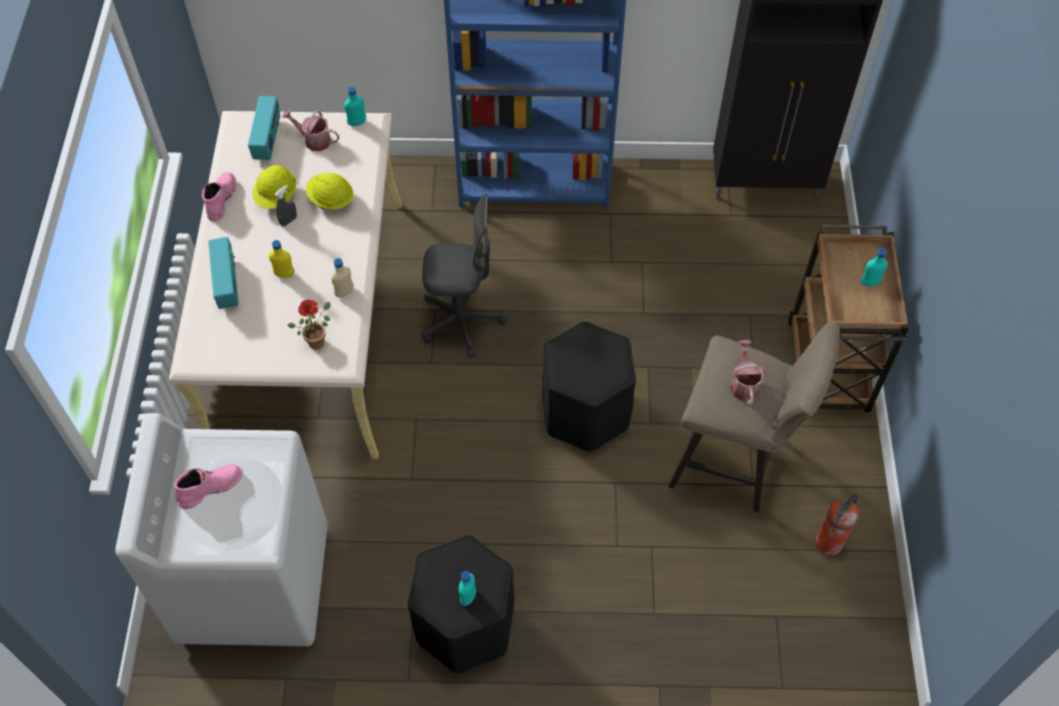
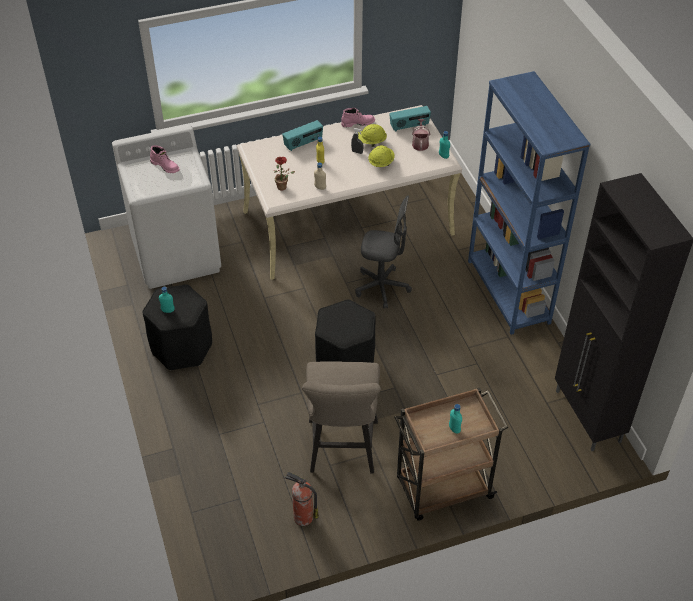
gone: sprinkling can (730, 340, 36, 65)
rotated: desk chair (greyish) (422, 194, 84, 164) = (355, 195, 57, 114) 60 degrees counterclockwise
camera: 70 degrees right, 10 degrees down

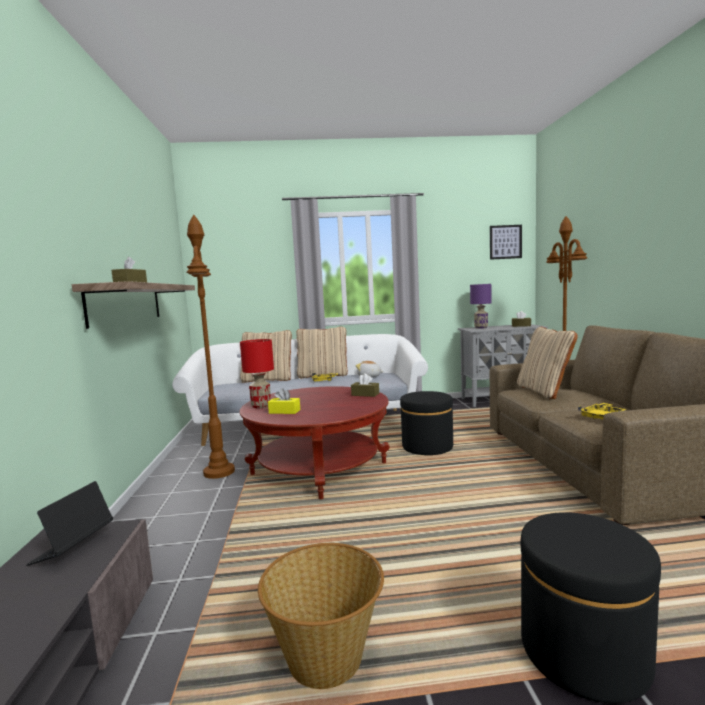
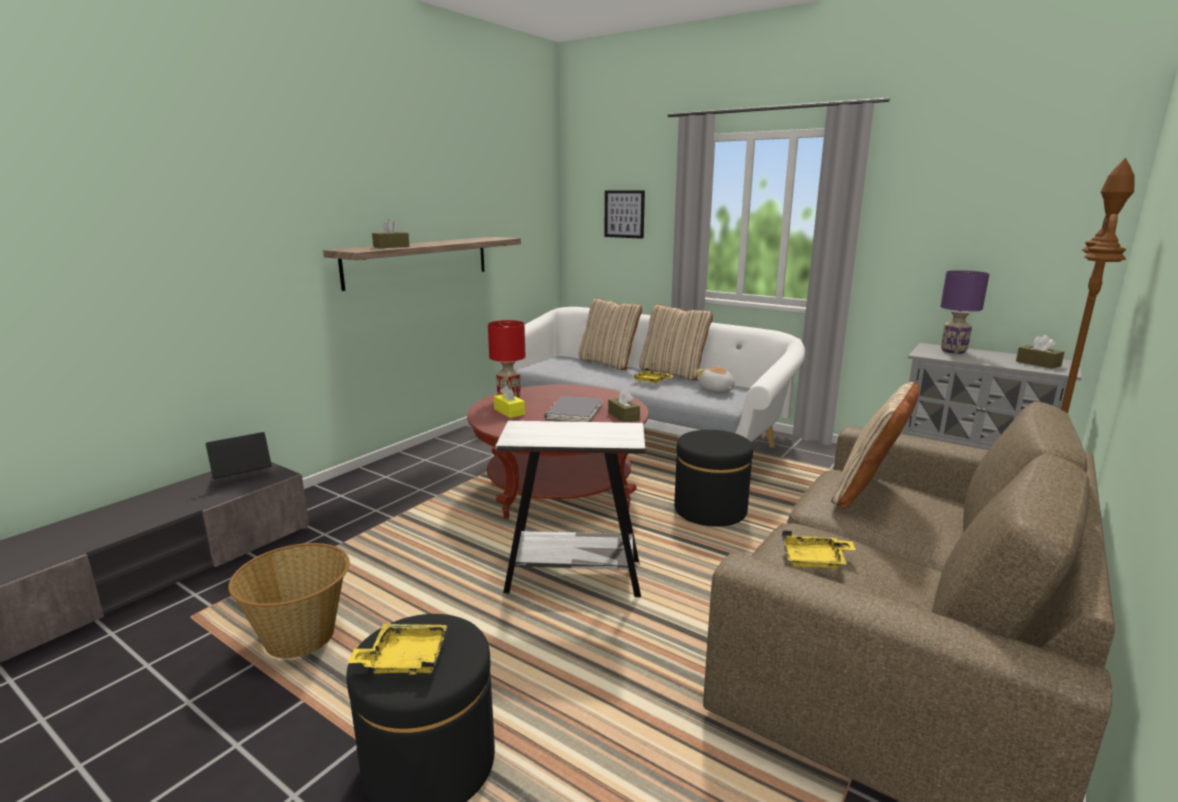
gone: standing lamp (brown-coloured) (187, 214, 48, 265)
new: volume (greyish) (544, 396, 59, 26); side table (white) (496, 421, 149, 176); carrying tray (yellow) (347, 624, 101, 51)
shifted: picture (490, 225, 32, 35) to (604, 190, 41, 49)
camera: 40 degrees right, 10 degrees up

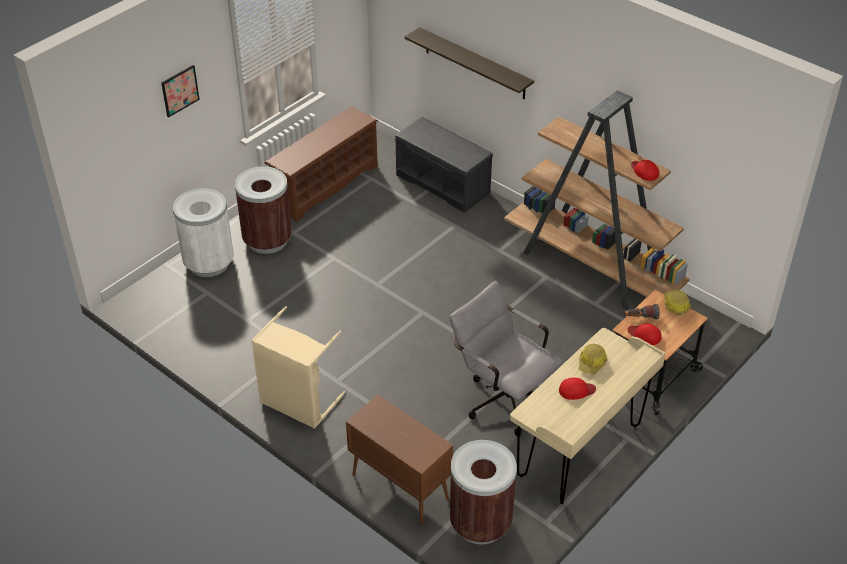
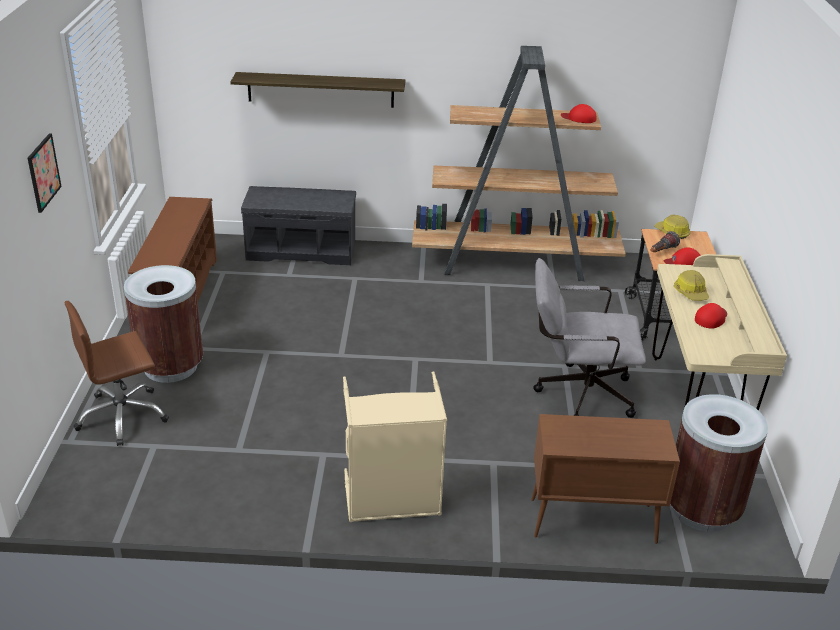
swapped: waste bin (white) (173, 188, 61, 89) to desk chair (brown-coloured) (64, 301, 105, 145)
camera: 40 degrees left, 10 degrees down

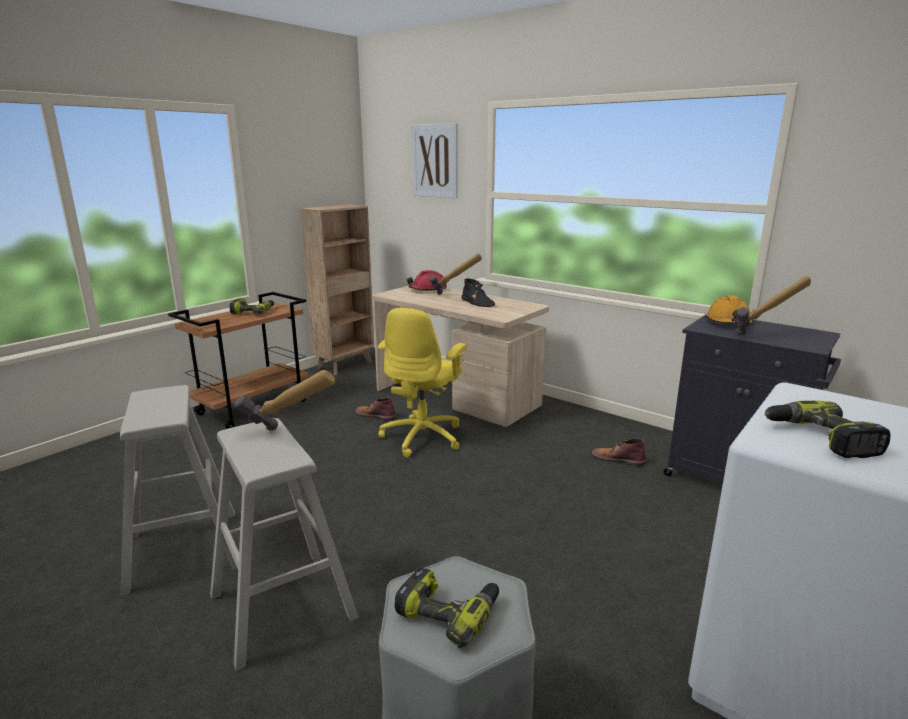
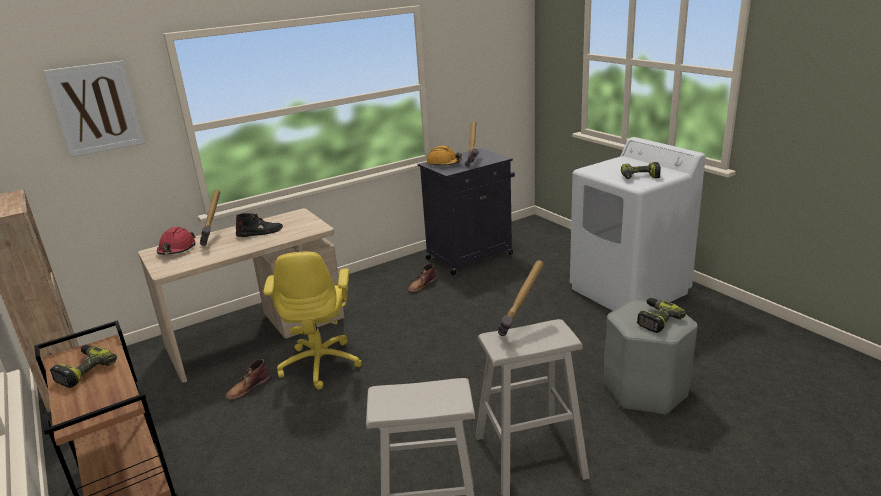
rotated: desk chair (yellow) (378, 308, 89, 149) = (263, 252, 99, 138) 45 degrees clockwise
camera: 70 degrees left, 5 degrees up

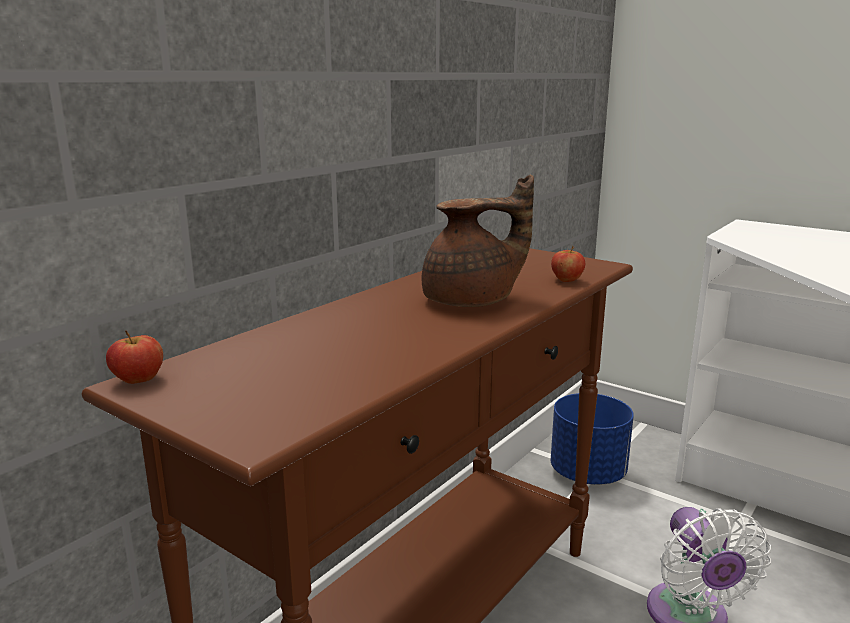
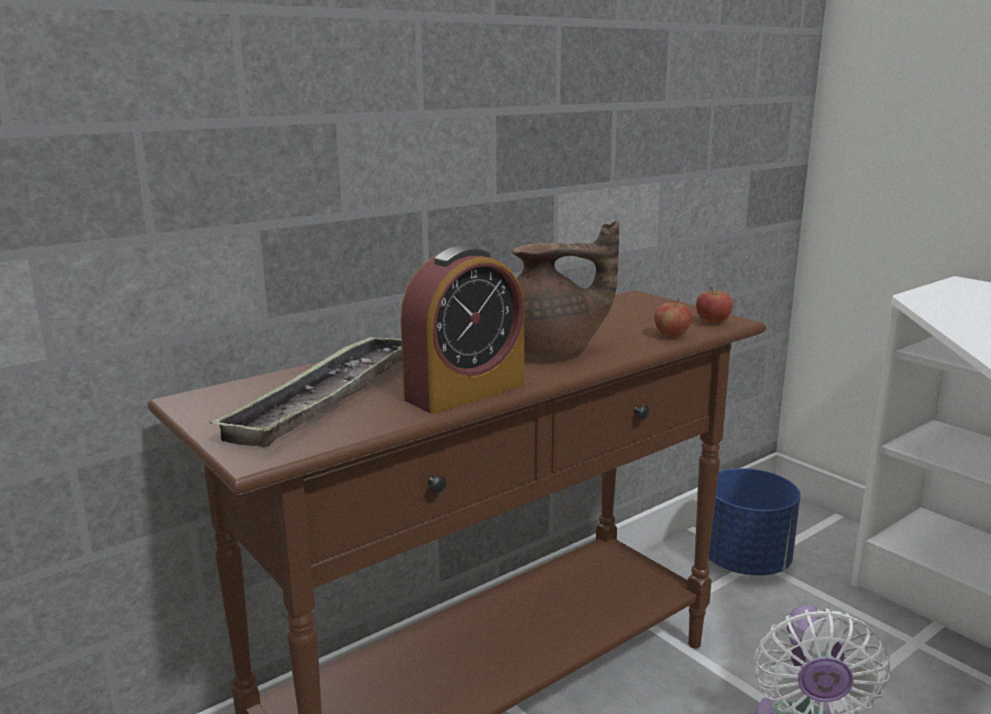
new: bedside clock (401, 245, 123, 169); carrying tray (209, 335, 193, 112)
shifted: apple (106, 331, 57, 53) to (696, 286, 37, 38)
camera: 15 degrees right, 0 degrees up

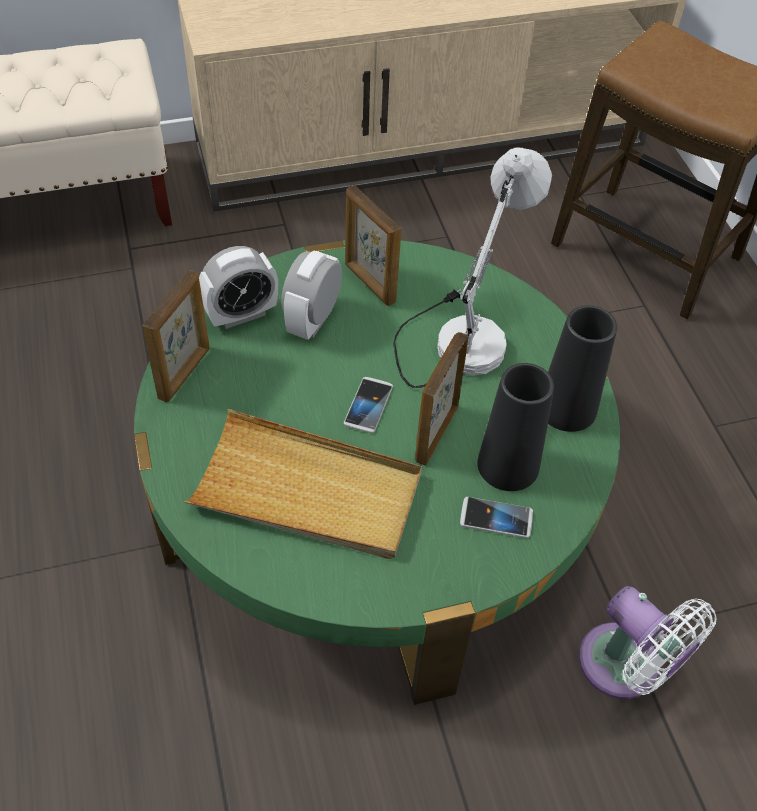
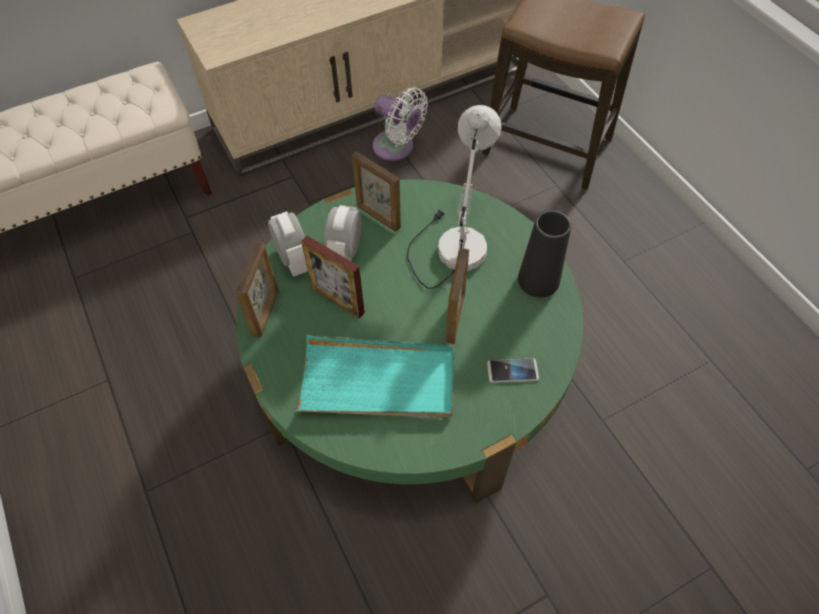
gone: decorative vase (blackish) (477, 363, 77, 128); telephone (344, 377, 49, 56)
new: picture frame (301, 236, 64, 82)
shifted: cooling fan (white) (579, 586, 138, 113) to (373, 87, 55, 74)
repainted: carrying tray (beige-coloured) (184, 409, 238, 150) to carrying tray (turquoise-coloured) (295, 335, 159, 83)
rotated: bedside clock (199, 246, 79, 83) = (268, 211, 40, 66) 75 degrees counterclockwise
camera: 10 degrees left, 5 degrees up

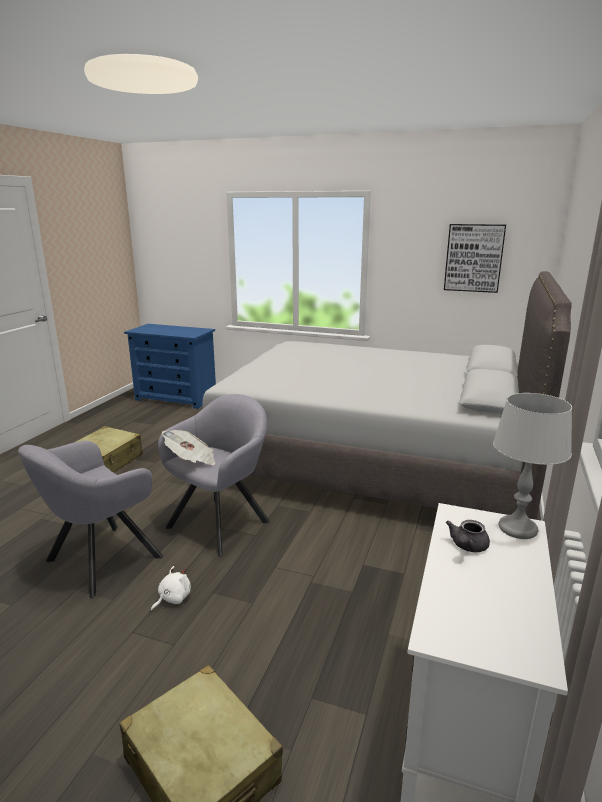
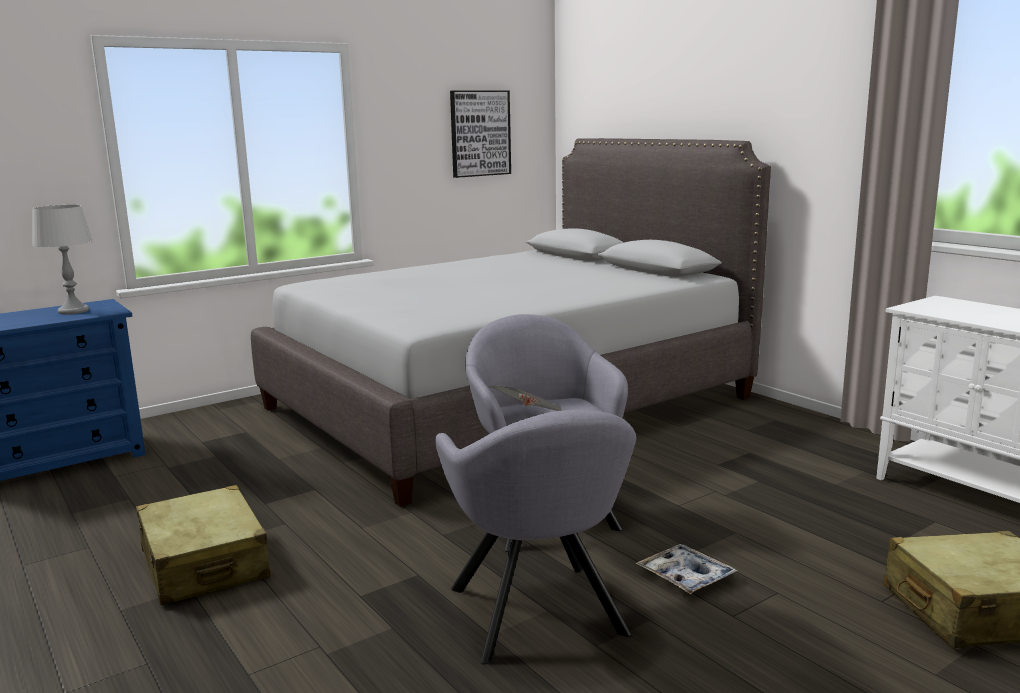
gone: tea pot (greyish) (446, 520, 44, 32)
shifted: tabletop lamp (greyish) (493, 393, 79, 146) to (32, 205, 61, 110)
swapped: plush toy (white) (151, 566, 40, 45) to carrying tray (636, 544, 101, 50)
camera: 55 degrees left, 5 degrees down

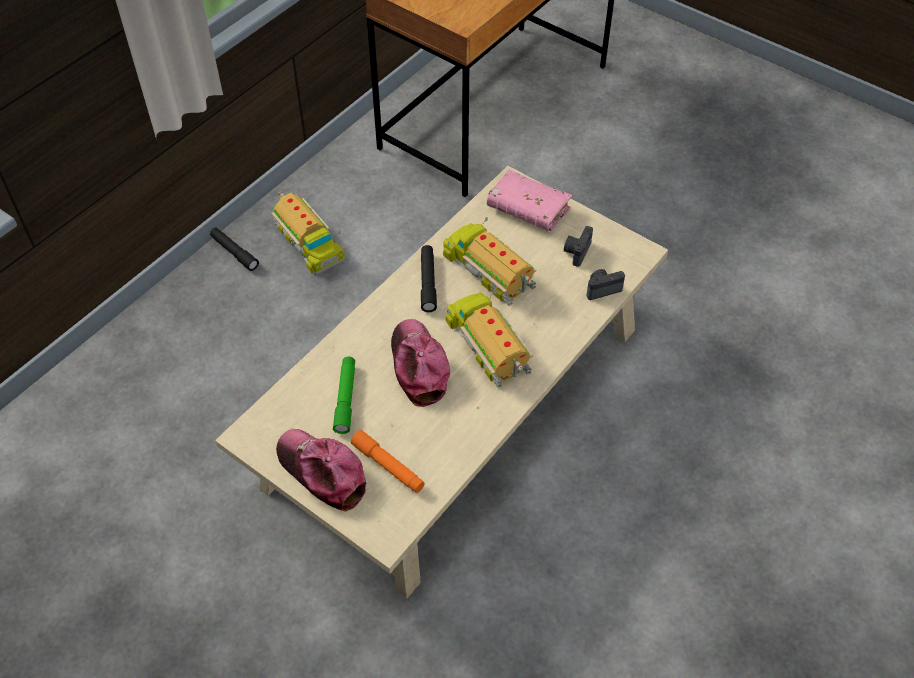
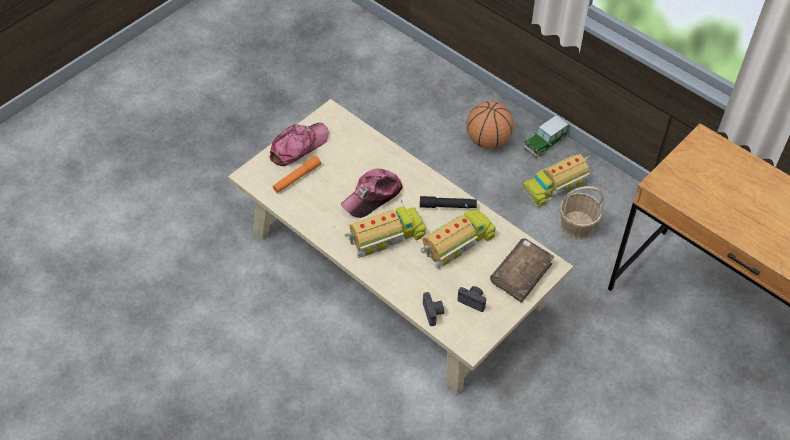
gone: torch (green) (333, 357, 22, 77)
new: ball for basketball (466, 101, 48, 48); basket (560, 186, 44, 54)
swapped: torch (blackish) (210, 227, 49, 44) to miniature car (523, 115, 46, 42)
repainted: volume (pinkish) (487, 170, 85, 61) to volume (brown-coloured) (490, 238, 65, 65)
rotated: baseball cap (391, 319, 59, 88) = (341, 169, 62, 49) 150 degrees clockwise
camera: 95 degrees right, 0 degrees up

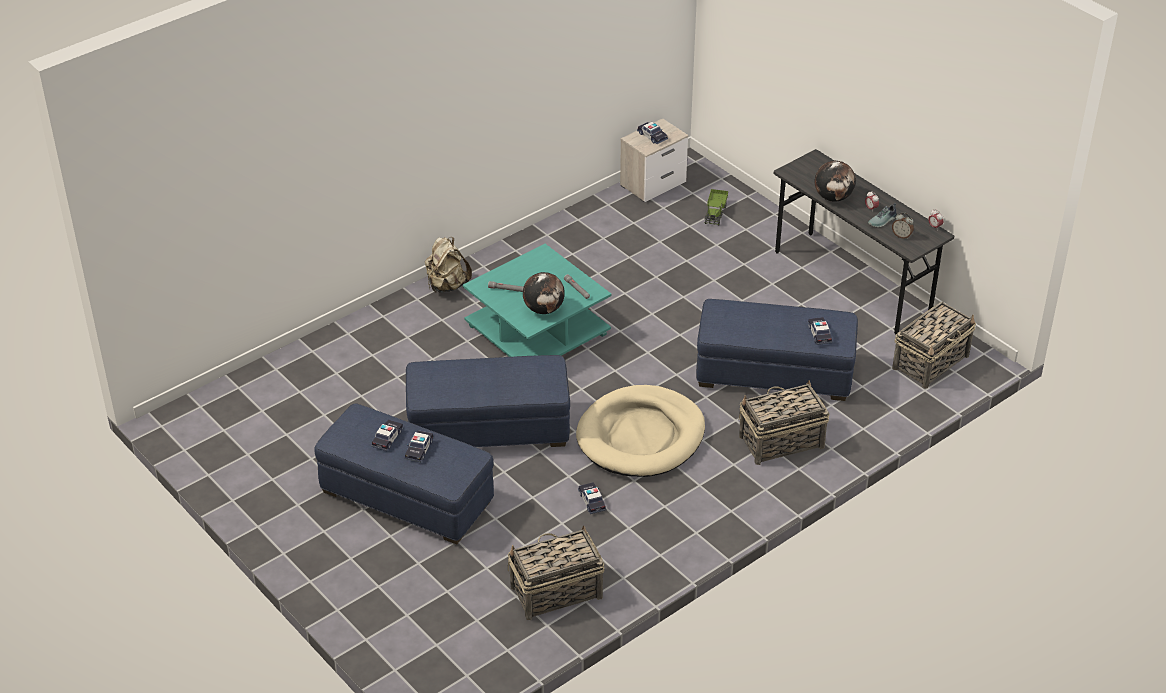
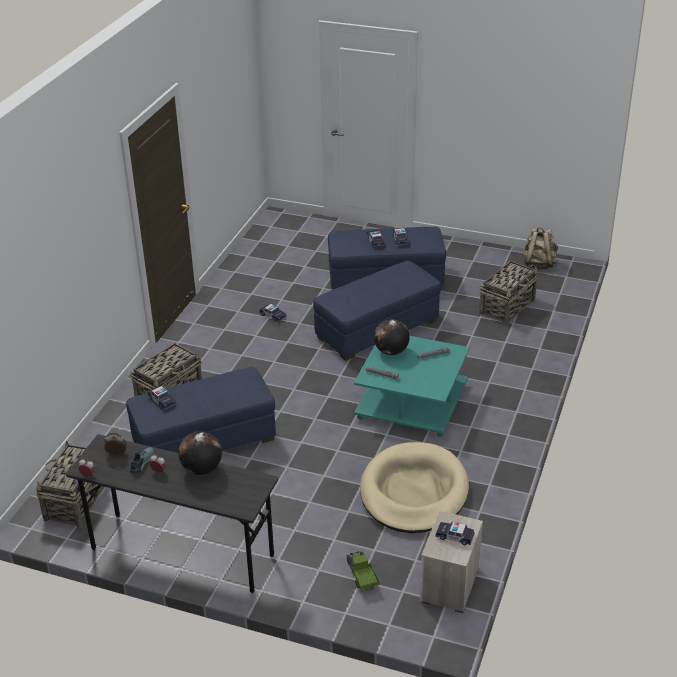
shifted: knapsack (beige-coloured) (425, 237, 47, 56) to (523, 227, 35, 42); pet bed (beige-coloured) (576, 385, 129, 92) to (360, 442, 109, 91); basket (508, 525, 97, 95) to (479, 261, 59, 64)
camera: 150 degrees right, 5 degrees down

